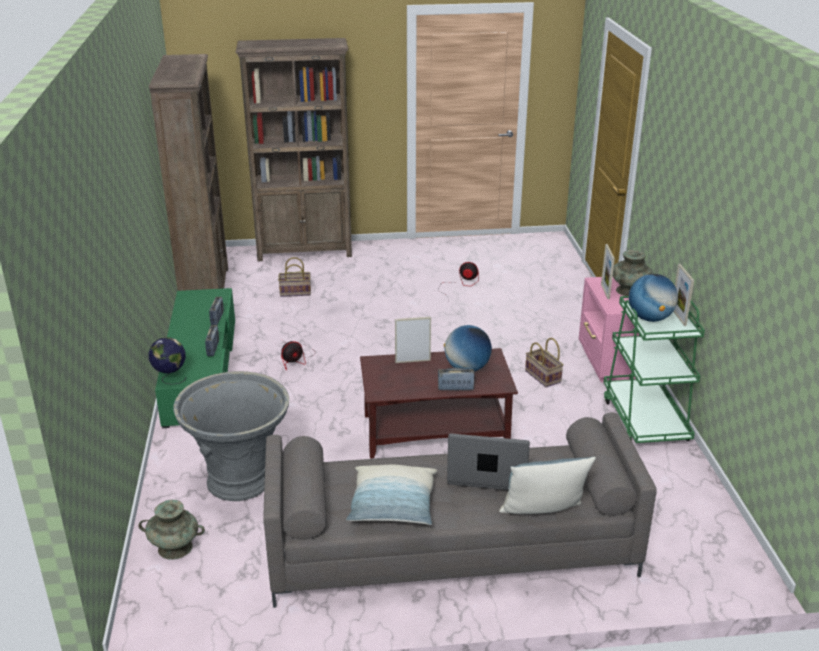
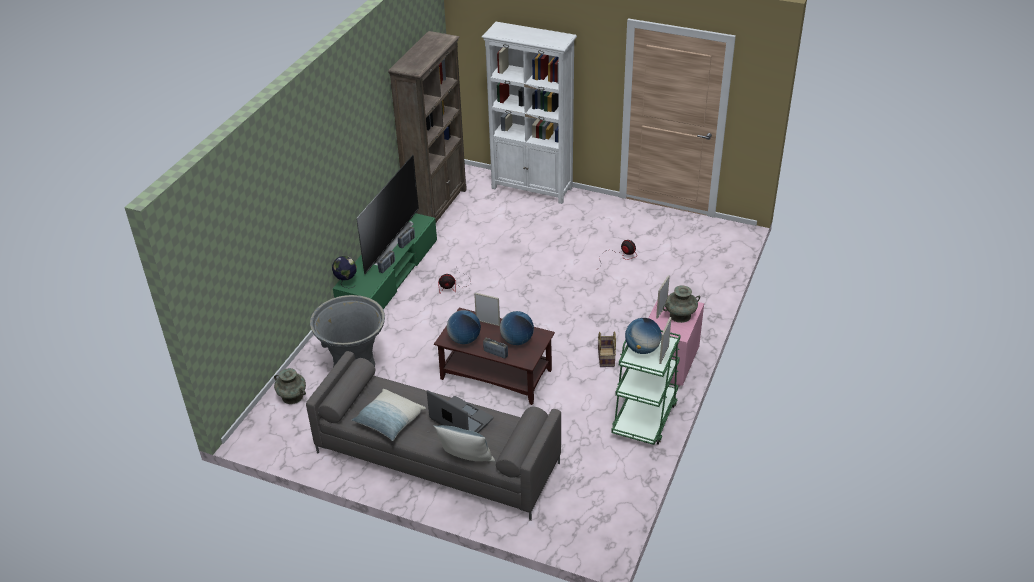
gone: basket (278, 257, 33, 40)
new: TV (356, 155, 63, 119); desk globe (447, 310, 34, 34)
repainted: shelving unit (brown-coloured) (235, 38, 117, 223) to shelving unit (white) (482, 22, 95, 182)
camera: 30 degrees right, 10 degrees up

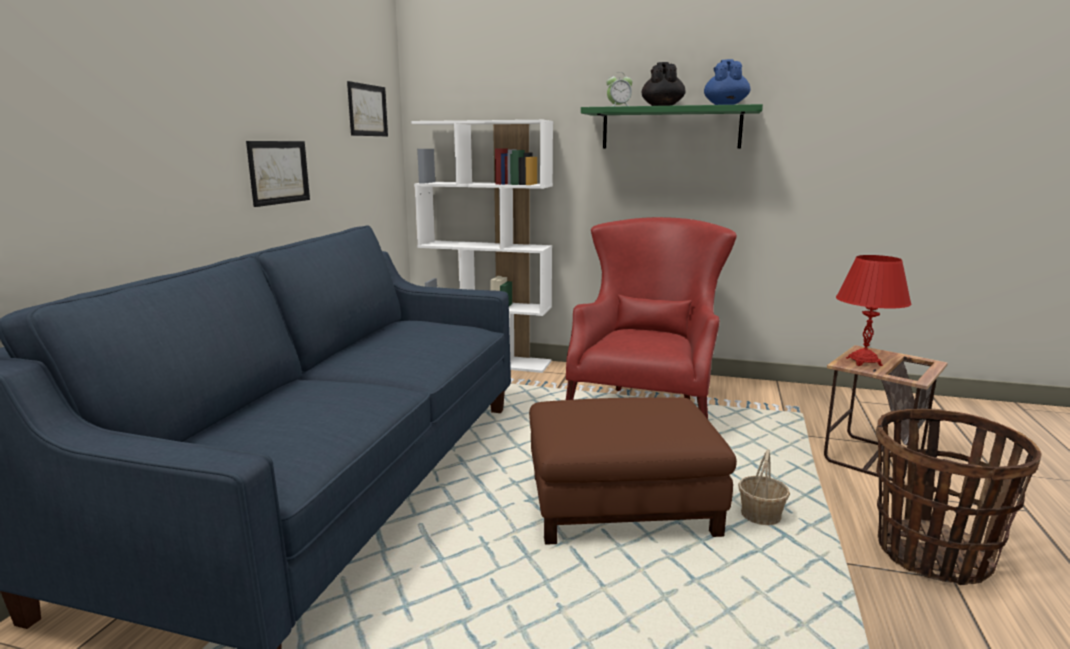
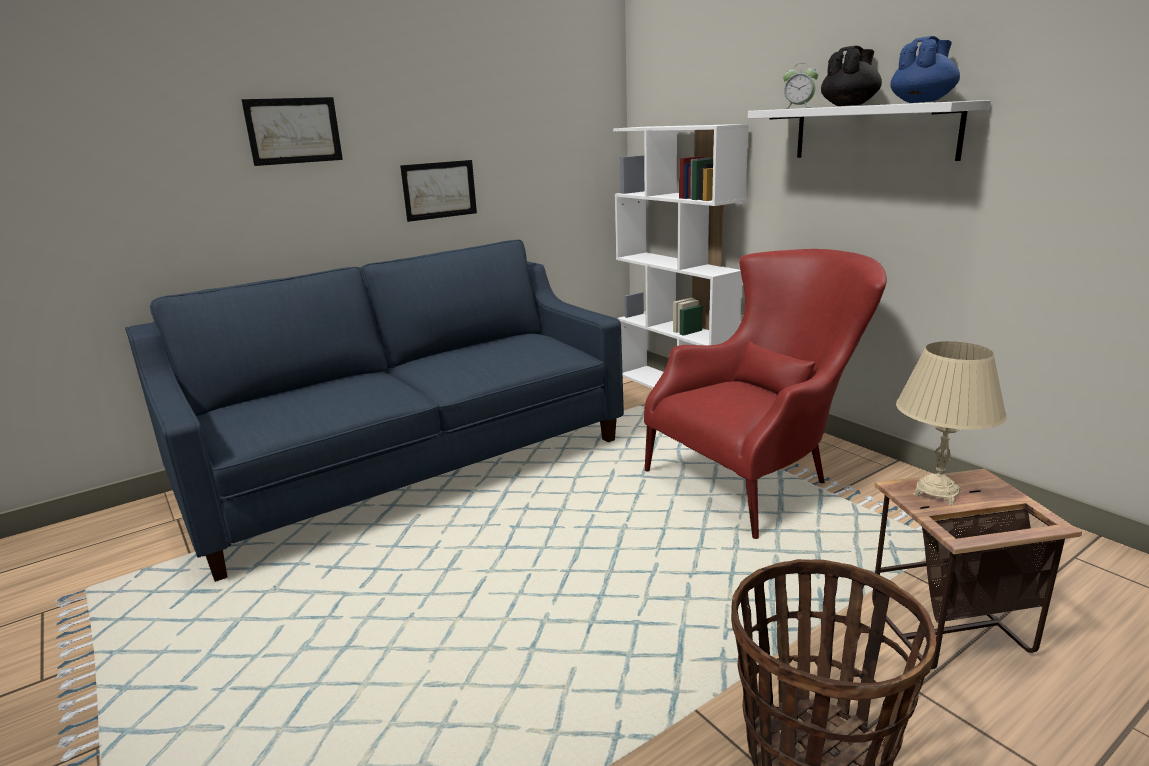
gone: ottoman (brown-coloured) (529, 397, 208, 148); basket (738, 449, 52, 76)
shifted: picture (347, 81, 41, 55) to (241, 97, 102, 69)
repainted: shelf (green) (581, 104, 182, 45) to shelf (white) (748, 100, 243, 61); tabletop lamp (reddish) (836, 255, 76, 111) to tabletop lamp (beige-coloured) (896, 341, 111, 164)
camera: 40 degrees right, 5 degrees up

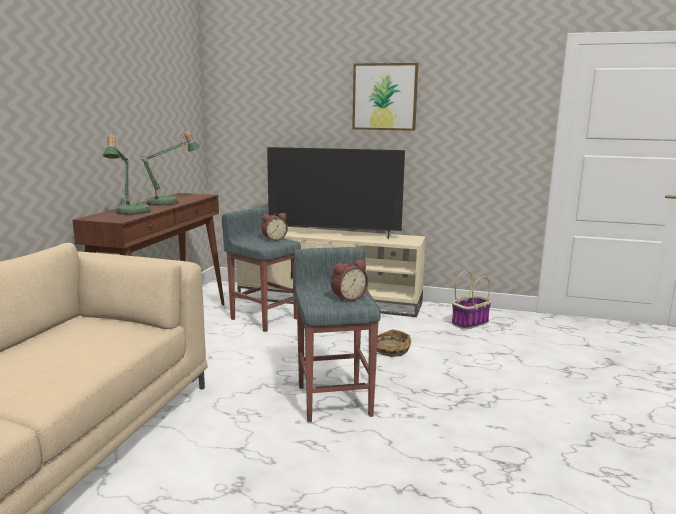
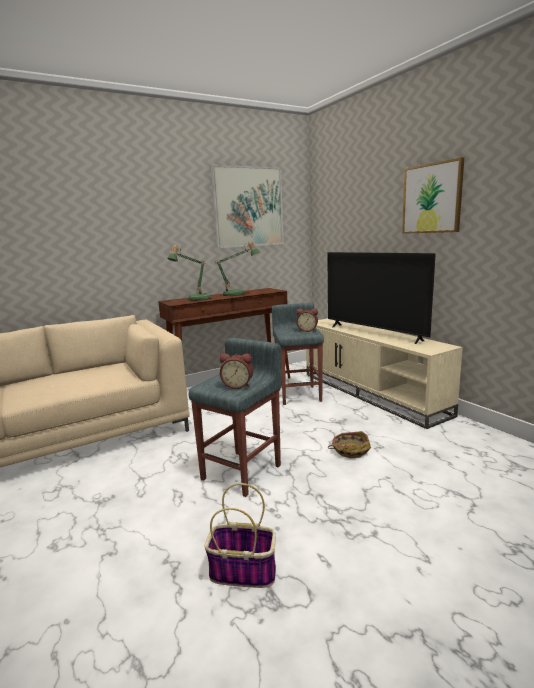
new: picture (210, 165, 74, 83)
shifted: basket (452, 271, 40, 59) to (204, 483, 72, 105)
camera: 45 degrees right, 0 degrees up

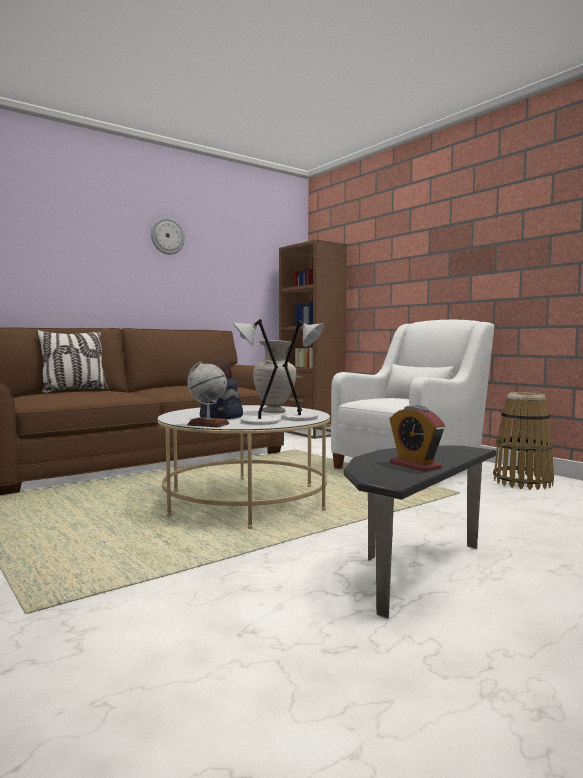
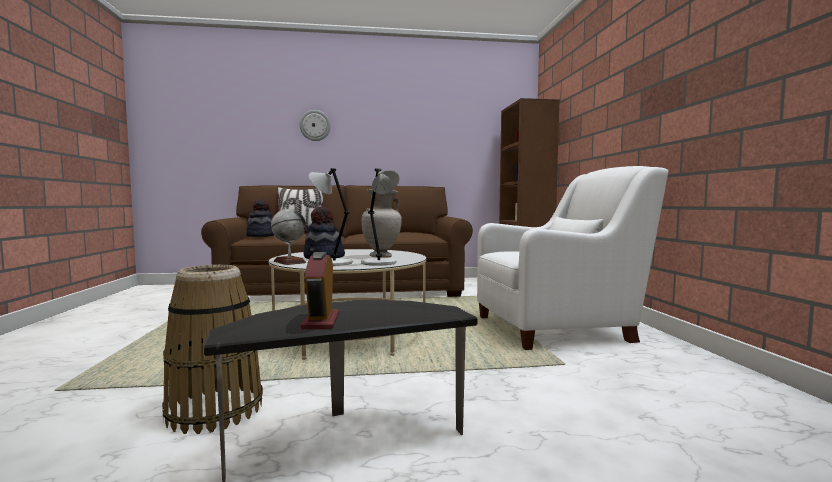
new: clothing hat (246, 199, 28, 38)
shifted: hanging clock (151, 217, 34, 38) to (300, 110, 31, 31); basket (493, 392, 61, 98) to (162, 265, 101, 169)
camera: 30 degrees right, 0 degrees up

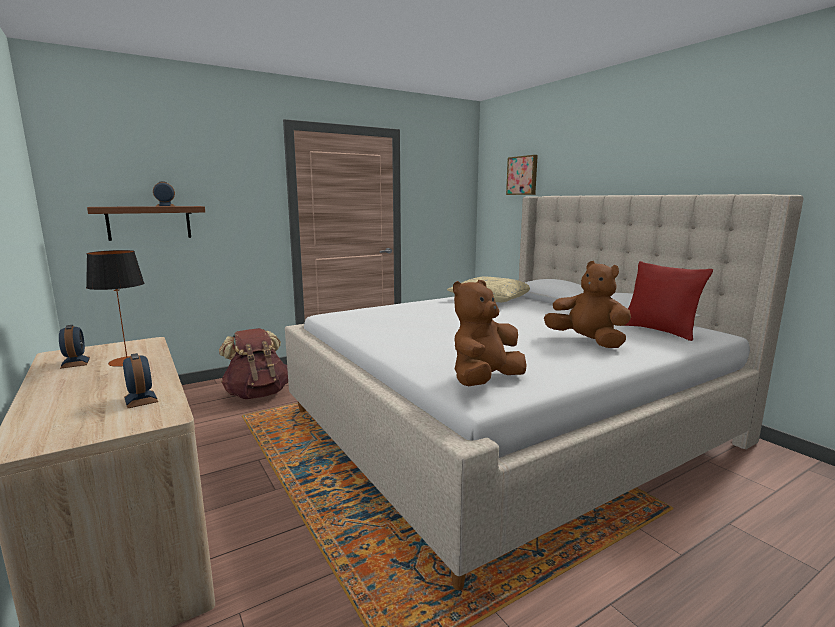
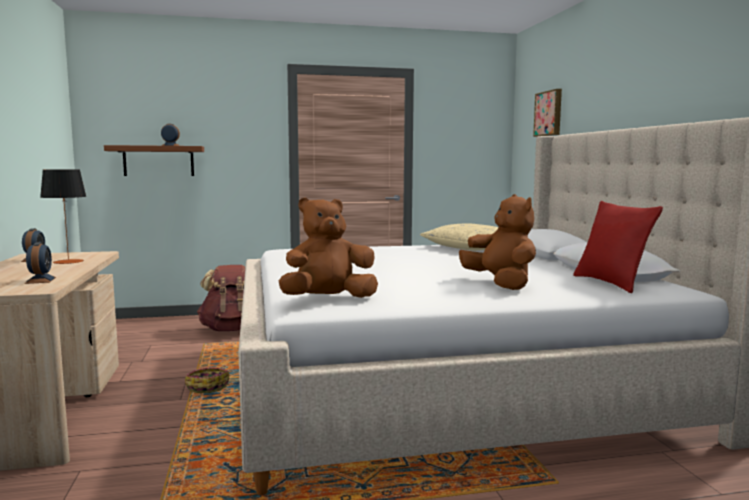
new: basket (185, 368, 44, 25)
camera: 20 degrees right, 5 degrees down

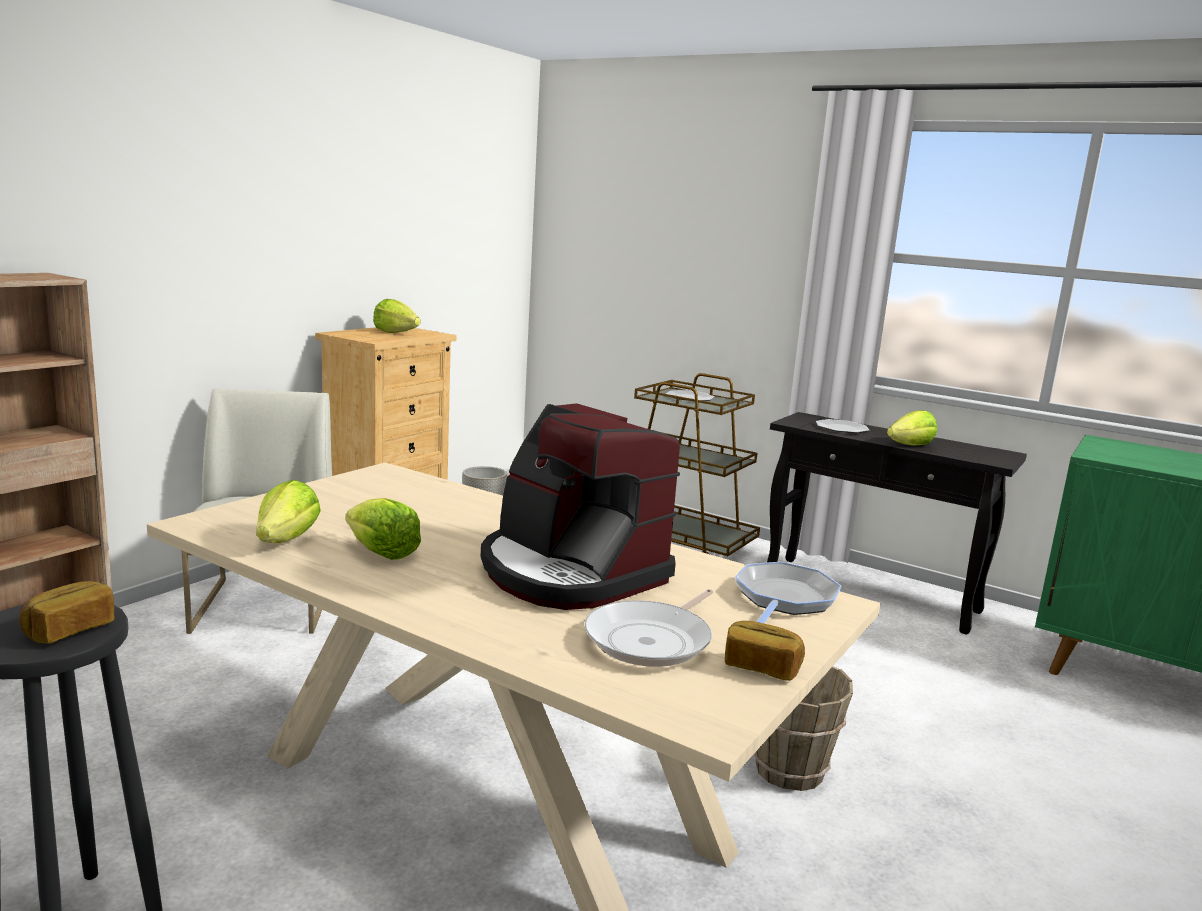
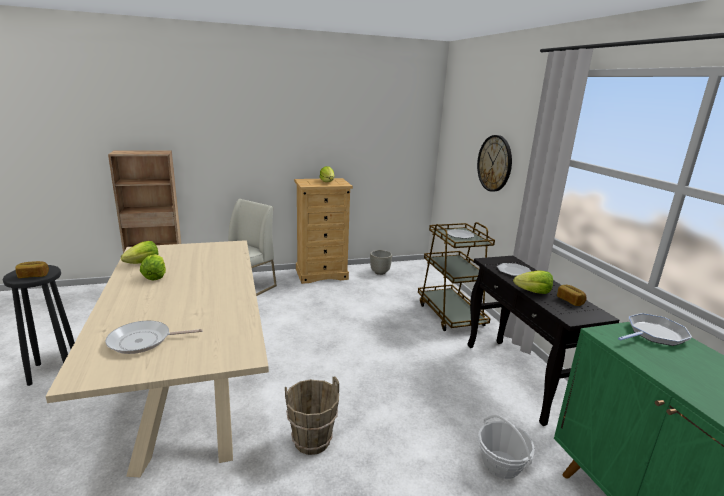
gone: coffee machine (481, 403, 199, 207)
new: hanging clock (477, 135, 35, 57); basket (478, 415, 57, 64)
shifted: frying pan (735, 562, 107, 61) to (618, 313, 74, 33); baked bread (725, 621, 80, 60) to (557, 285, 30, 21)
camera: 40 degrees right, 5 degrees up

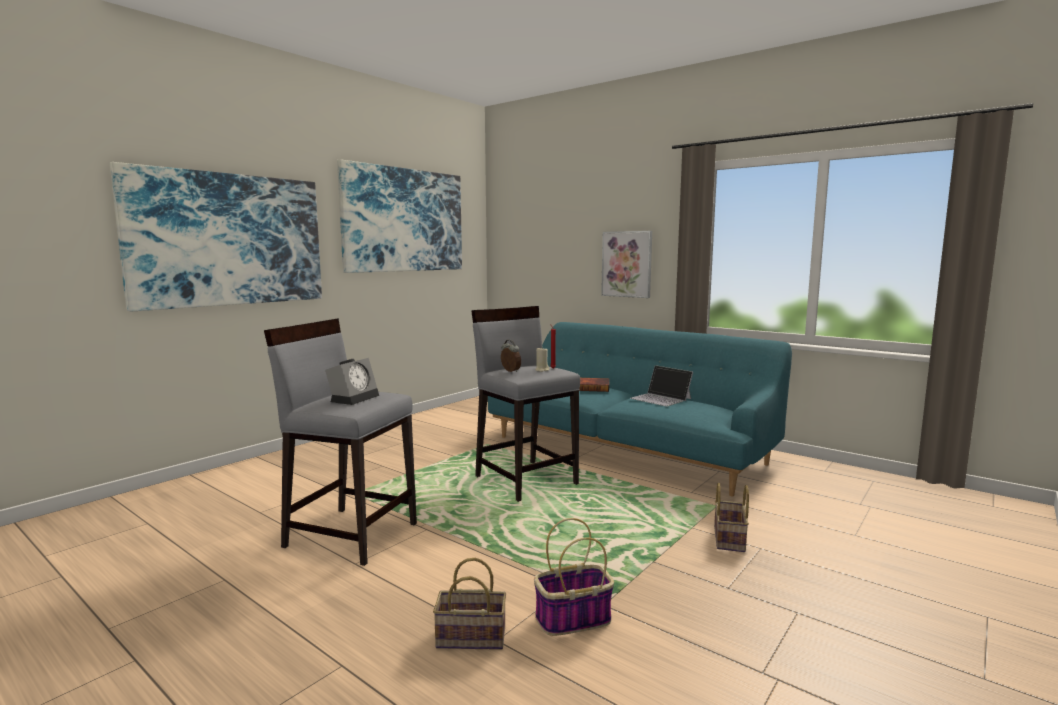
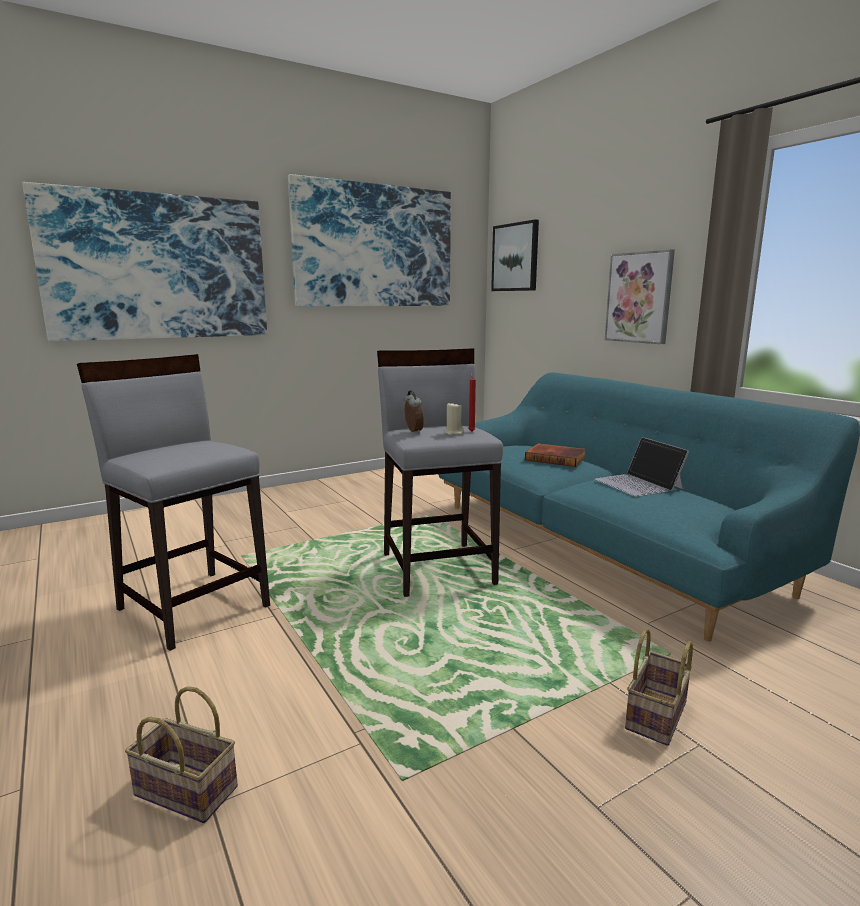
gone: bedside clock (325, 358, 54, 47); basket (534, 518, 80, 118)
new: picture (491, 219, 48, 72)
camera: 20 degrees right, 5 degrees up

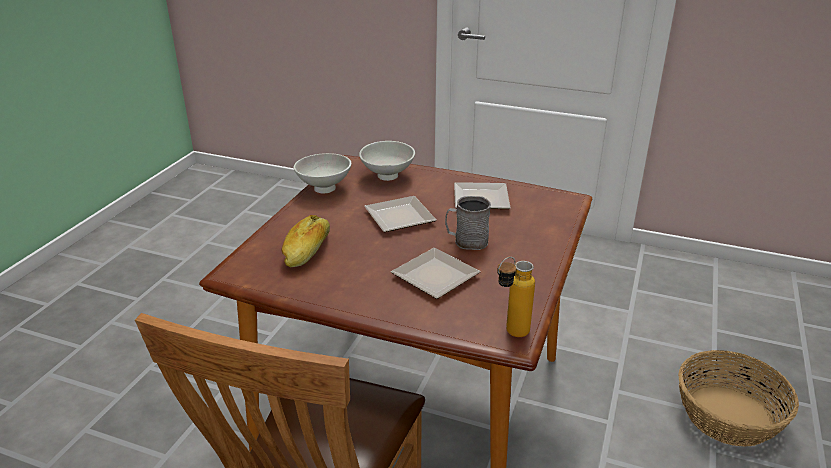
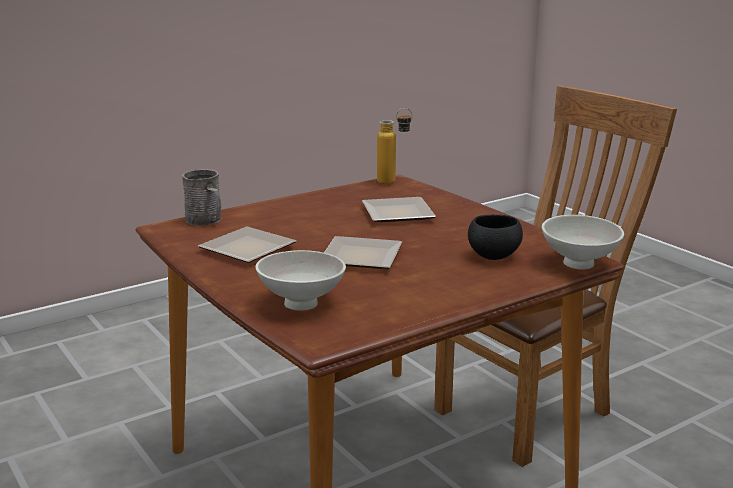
gone: basket (678, 350, 121, 97)
shifted: bowl (white) (294, 153, 57, 41) to (542, 215, 82, 55); coffee mug (greyish) (445, 196, 46, 54) to (182, 169, 40, 57)
swapped: baked bread (282, 215, 48, 52) to bowl (blackish) (468, 215, 55, 45)
camera: 145 degrees left, 10 degrees down

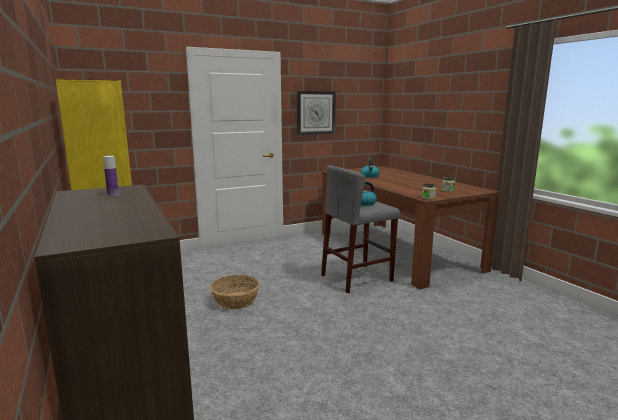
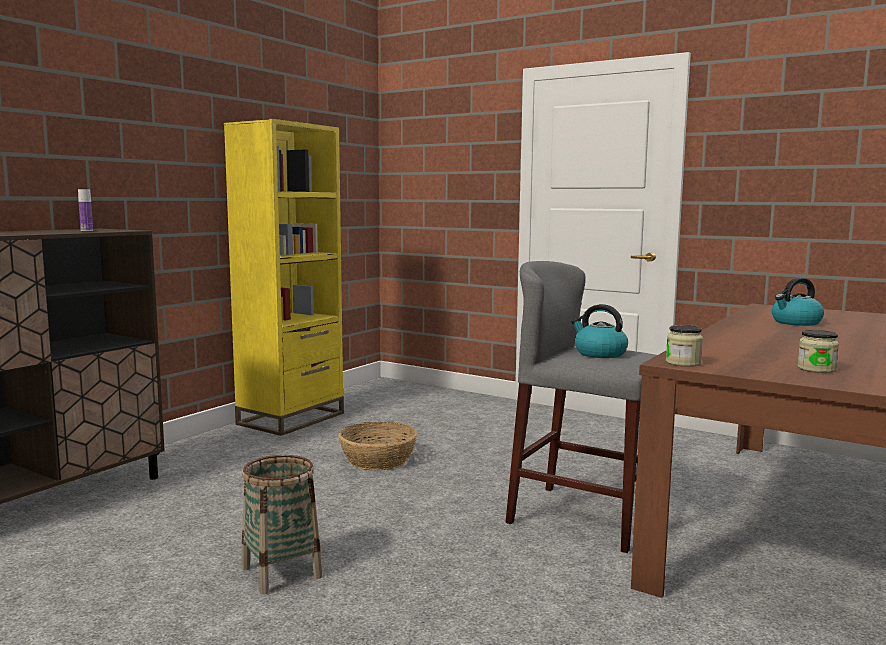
gone: hanging clock (297, 91, 39, 44)
new: basket (241, 455, 81, 139)
camera: 60 degrees right, 5 degrees down

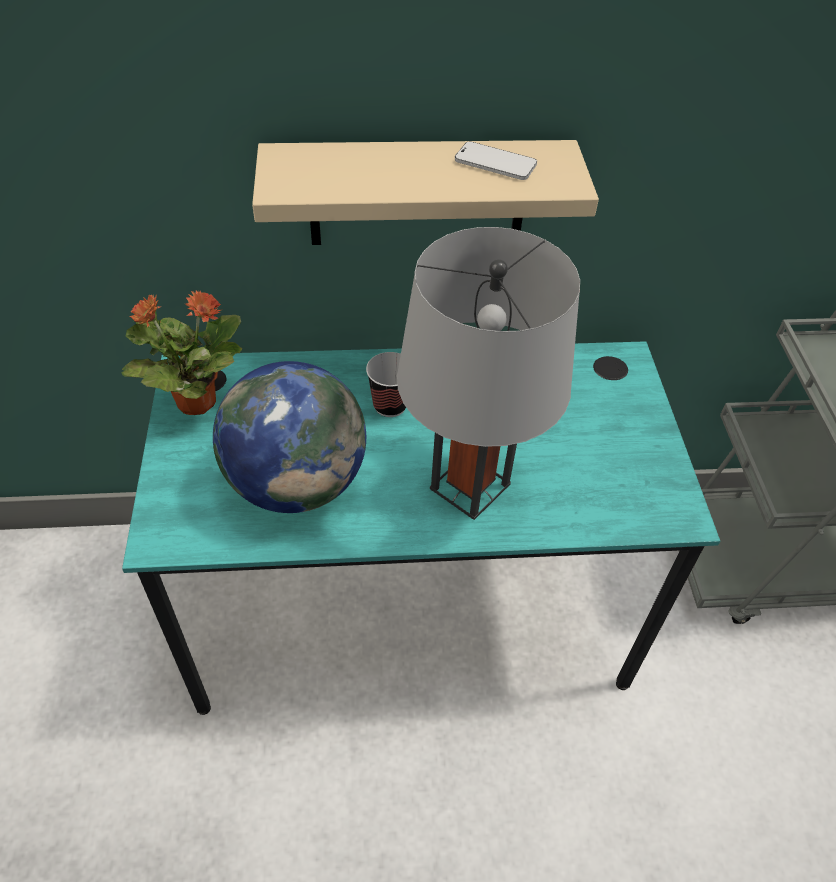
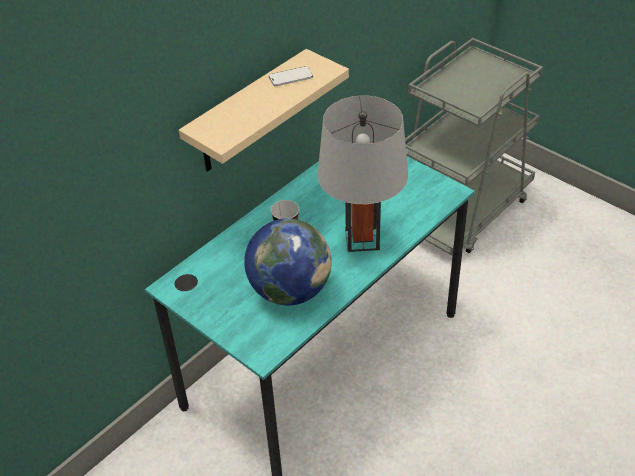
gone: potted plant (121, 290, 121, 125)
camera: 40 degrees left, 5 degrees down

